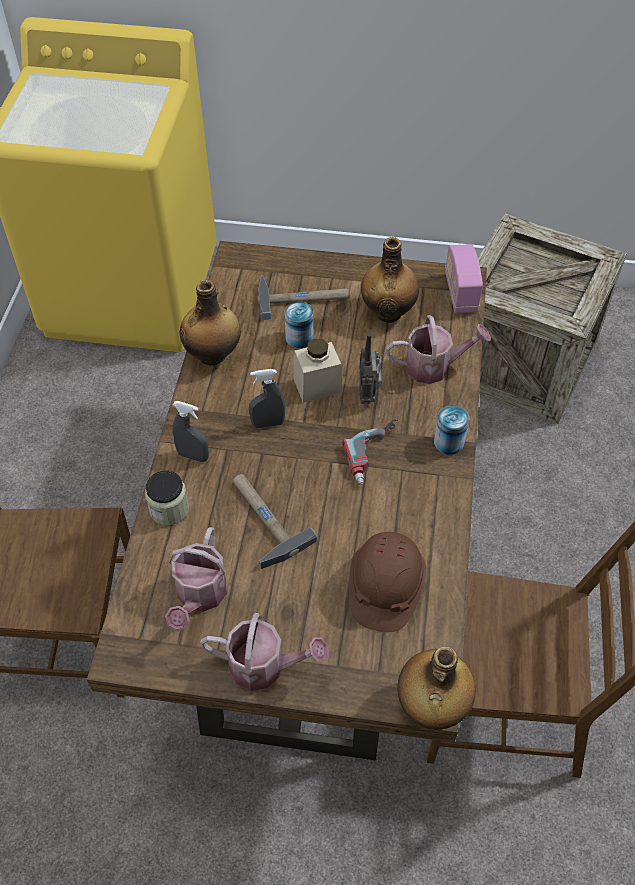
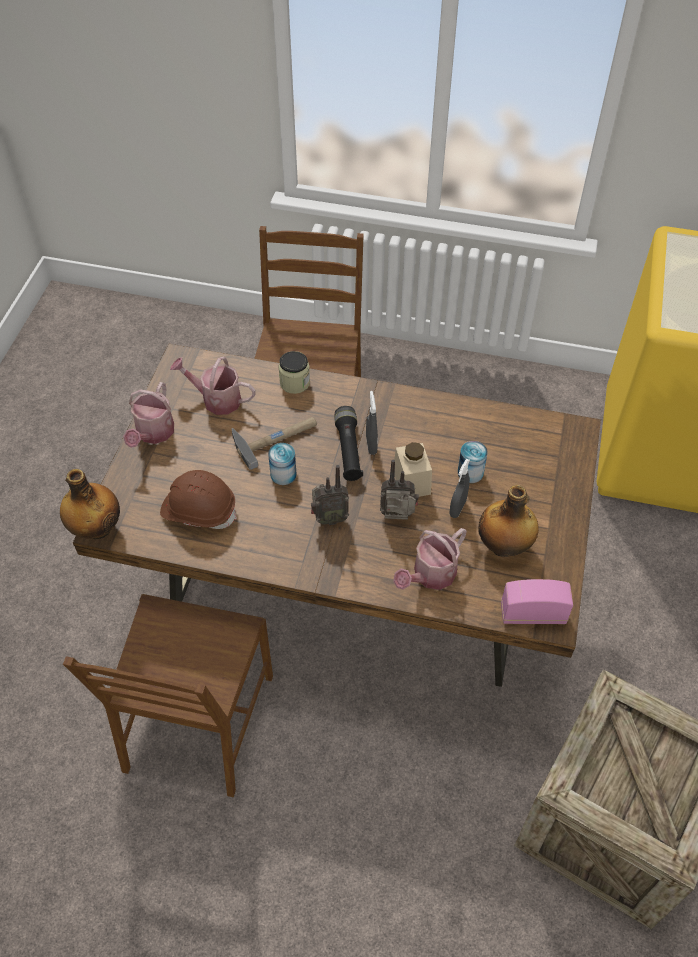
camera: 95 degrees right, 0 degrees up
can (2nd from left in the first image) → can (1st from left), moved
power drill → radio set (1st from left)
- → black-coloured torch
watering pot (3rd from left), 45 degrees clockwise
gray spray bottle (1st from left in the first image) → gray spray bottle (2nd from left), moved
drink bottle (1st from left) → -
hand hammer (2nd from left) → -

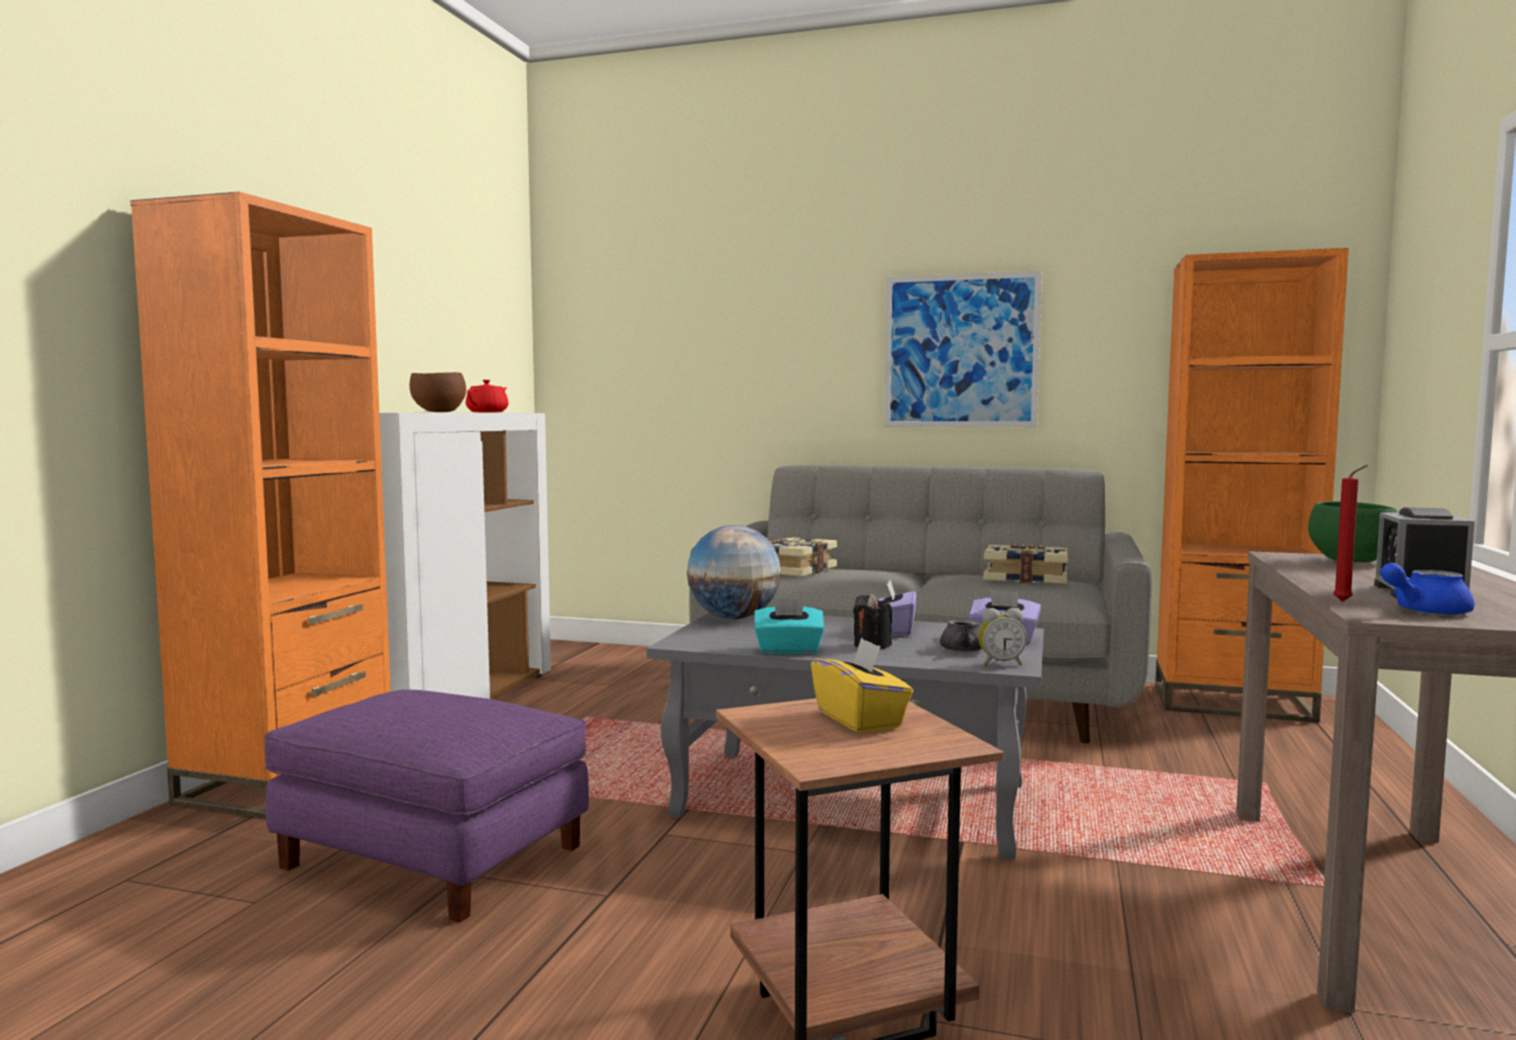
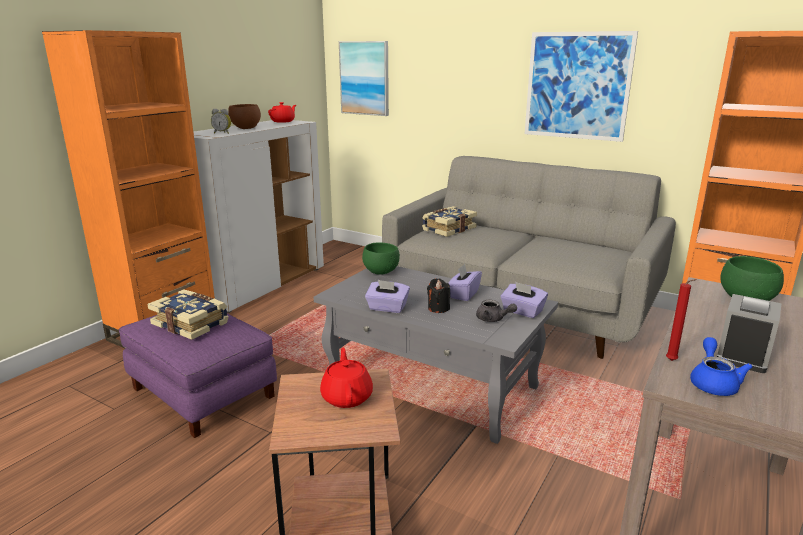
camera: 15 degrees right, 15 degrees up
bound book (2nd from left in the first image) → bound book (1st from left), moved
alarm clock (1st from left), moved
yellowish box of tissues → reddish tea pot (2nd from left)
- → wall art (1st from left)
world globe → greenish bowl (1st from left)
turquoise box of tissues → purple-coloured box of tissues (1st from left)
bluish tea pot, 105 degrees clockwise

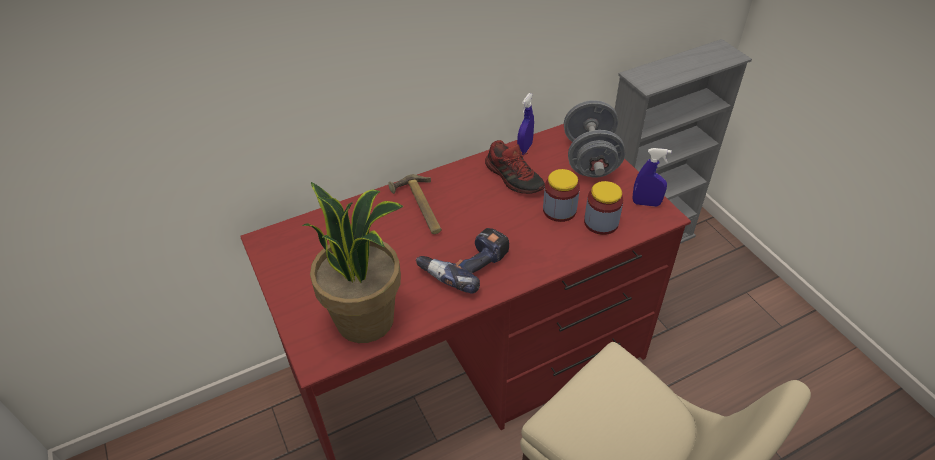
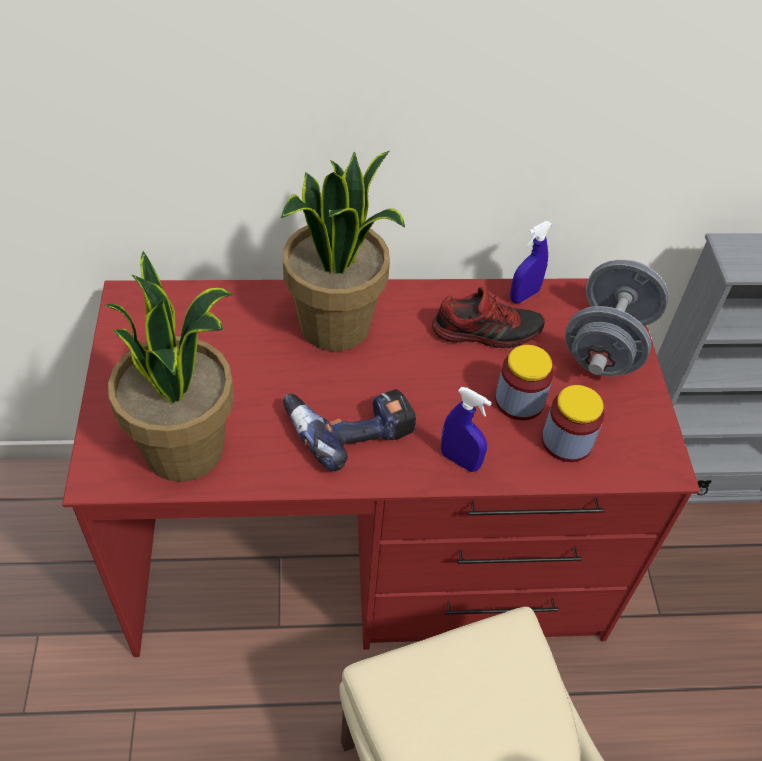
camera: 20 degrees right, 5 degrees up
hand hammer → houseplant (2nd from left)
low shoe, 75 degrees counterclockwise
bluish spray bottle (2nd from left in the first image) → bluish spray bottle (1st from left), moved

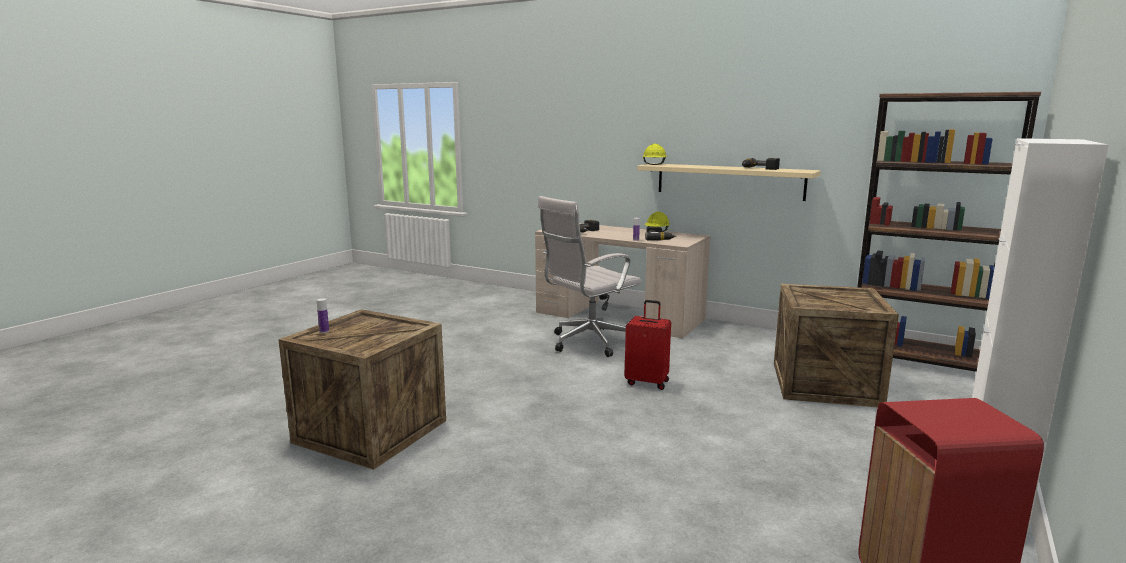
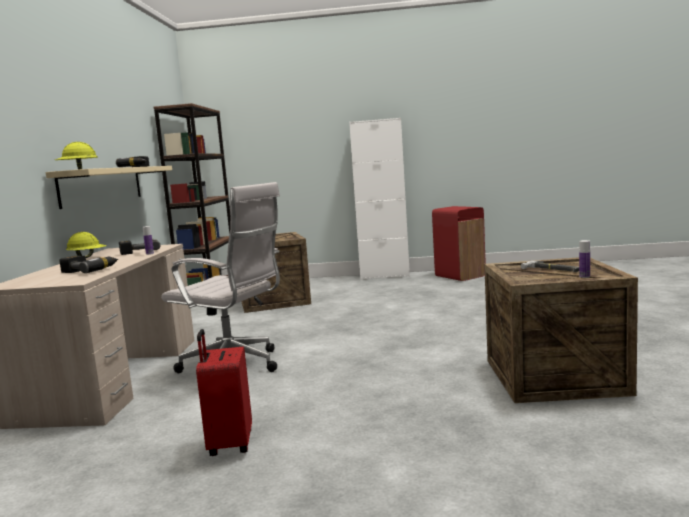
camera: 115 degrees left, 5 degrees down
reddish piece of luggage, moved
- → hand hammer

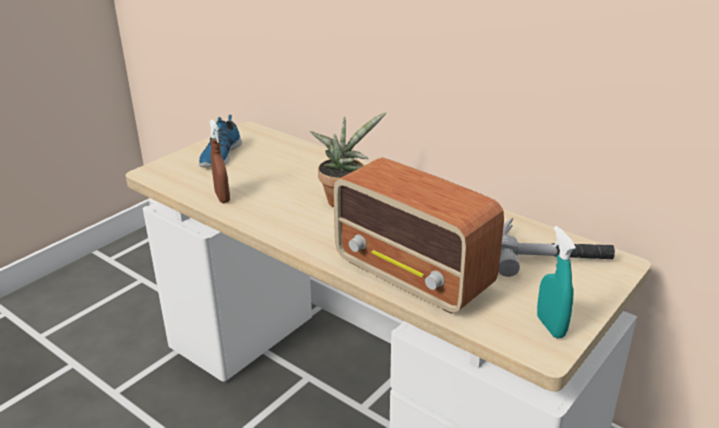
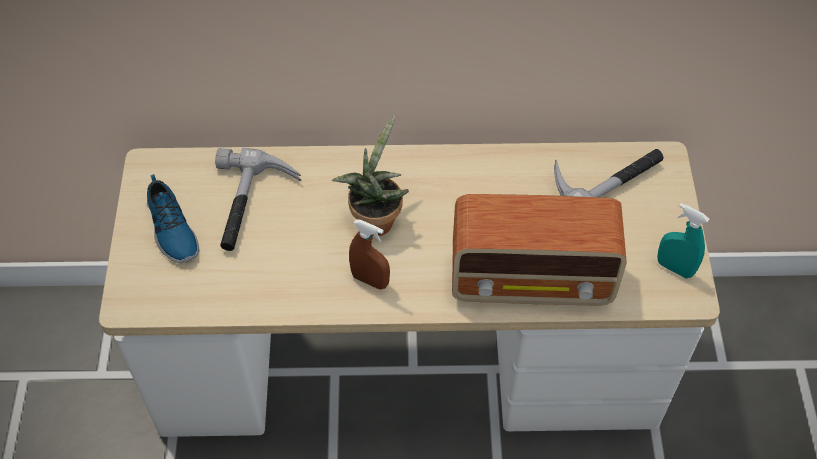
camera: 40 degrees left, 25 degrees up
- → hand hammer (1st from left)
brownish spray bottle, moved

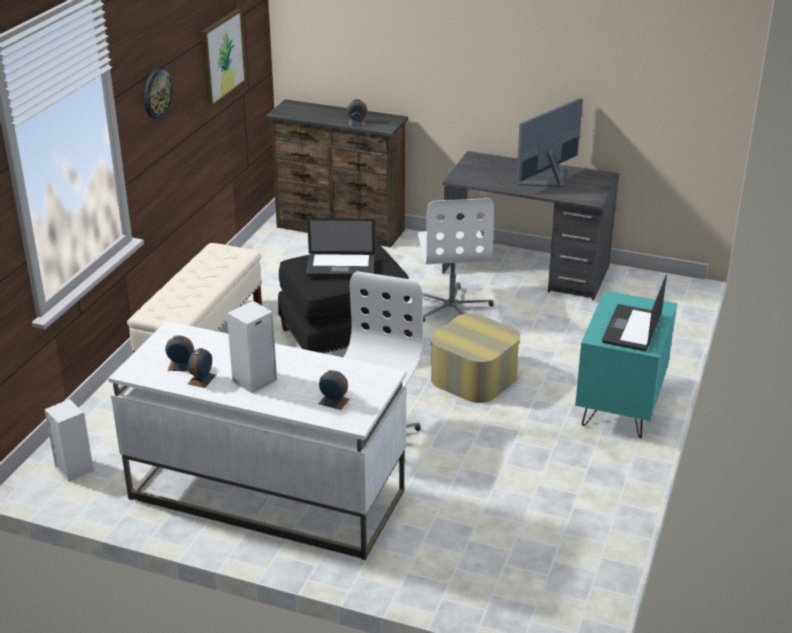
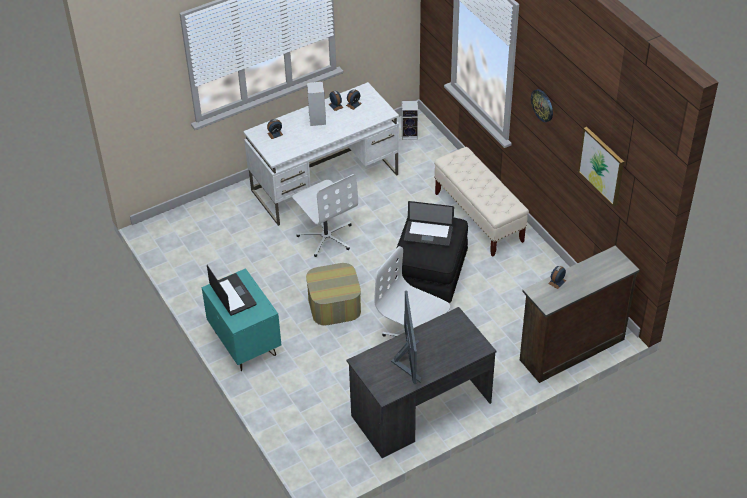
camera: 130 degrees right, 15 degrees up
portable computer (1st from left in the first image) → portable computer (2nd from left), 120 degrees counterclockwise

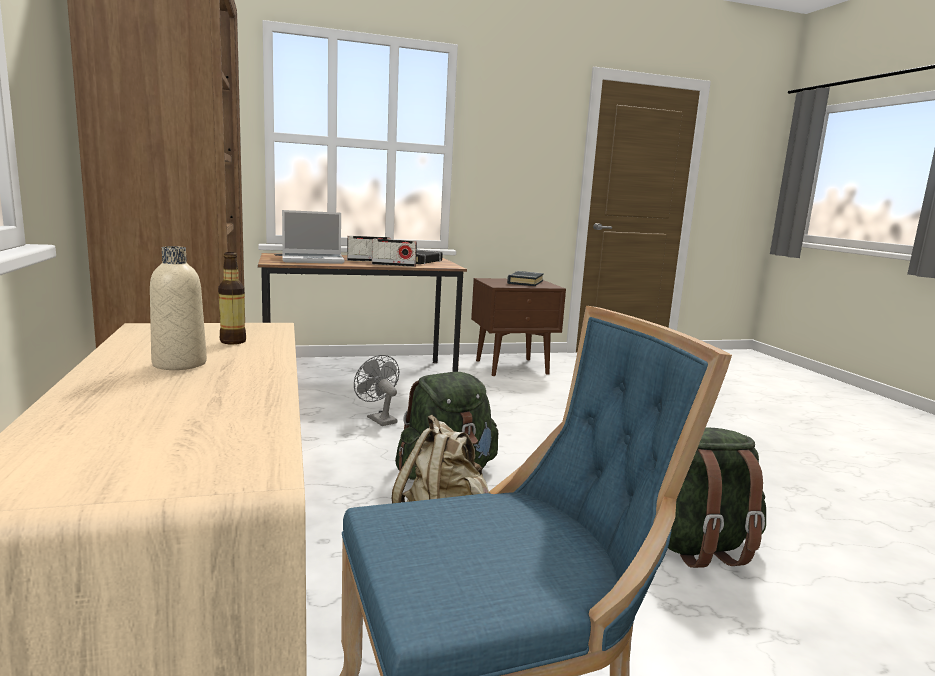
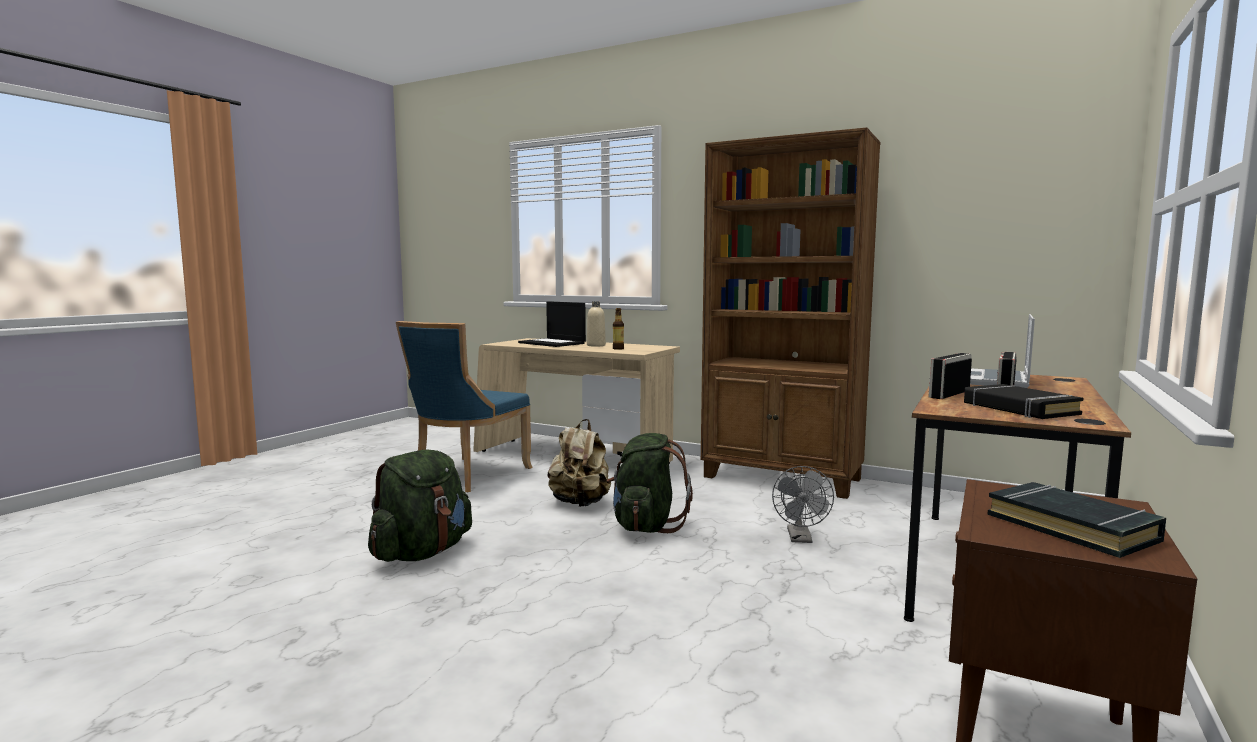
camera: 135 degrees right, 5 degrees down
- → portable computer (1st from left)
gray cooling fan, 90 degrees clockwise

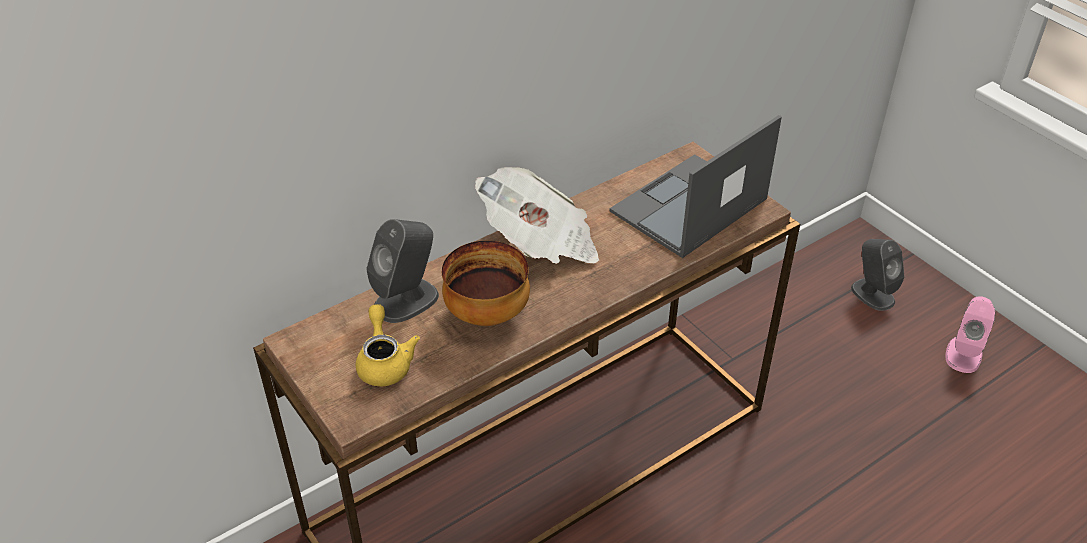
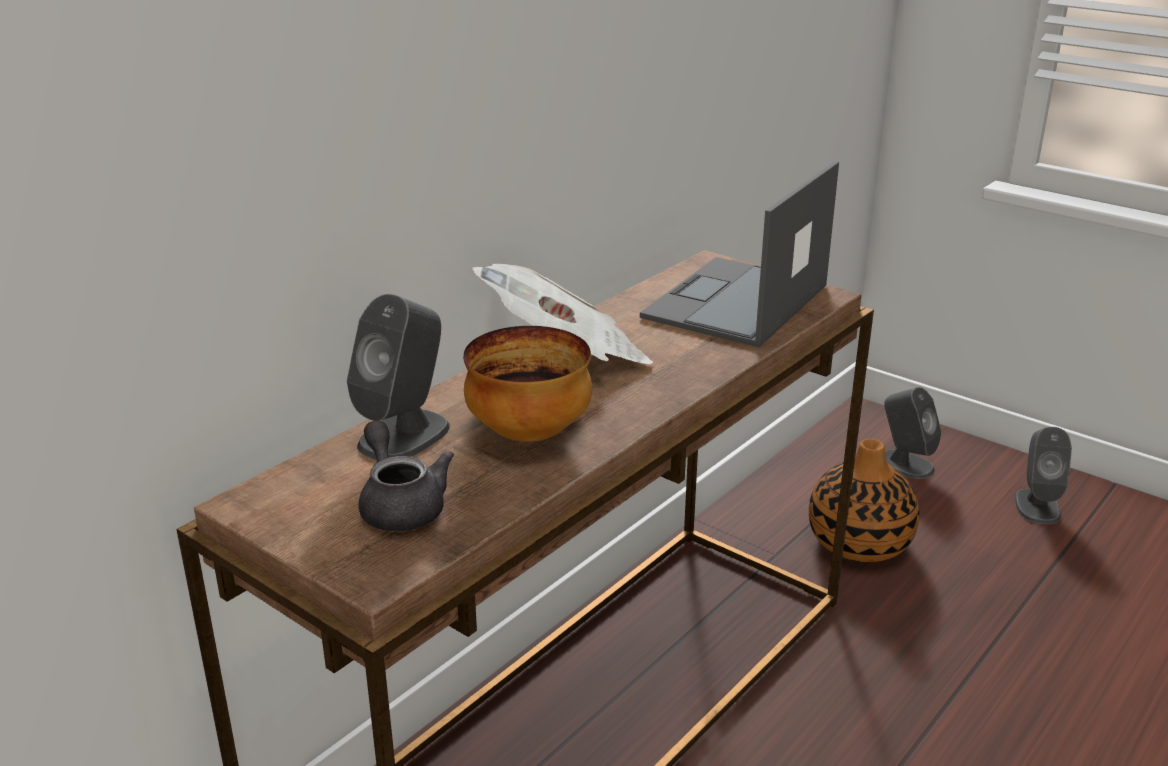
camera: 15 degrees left, 15 degrees down
yellowish tea pot → gray tea pot
- → flower vase
pinkish loudspeaker → gray loudspeaker (3rd from left)

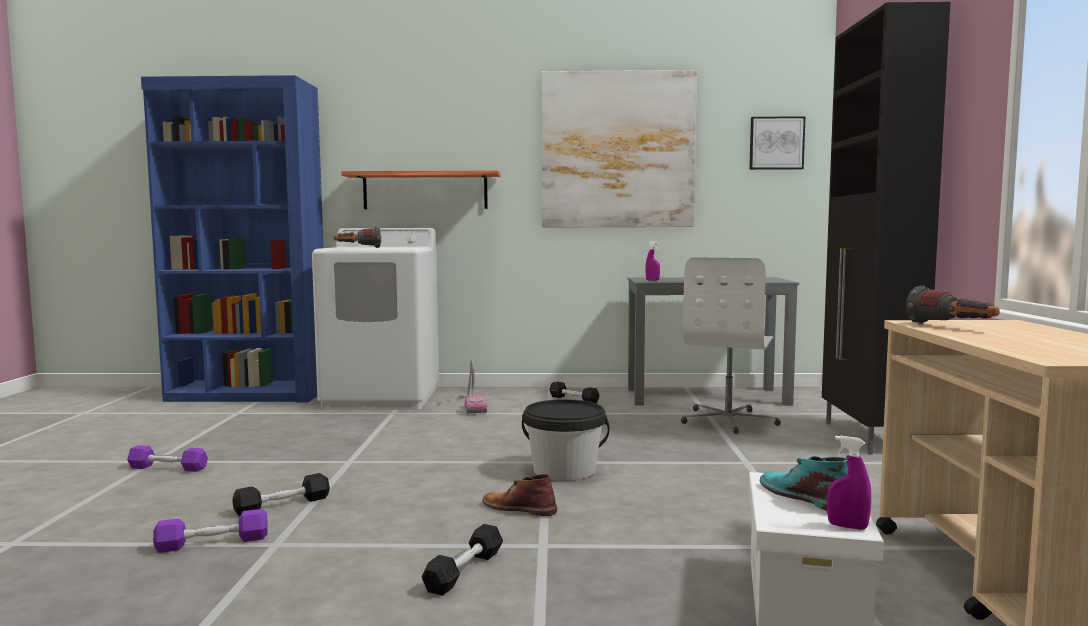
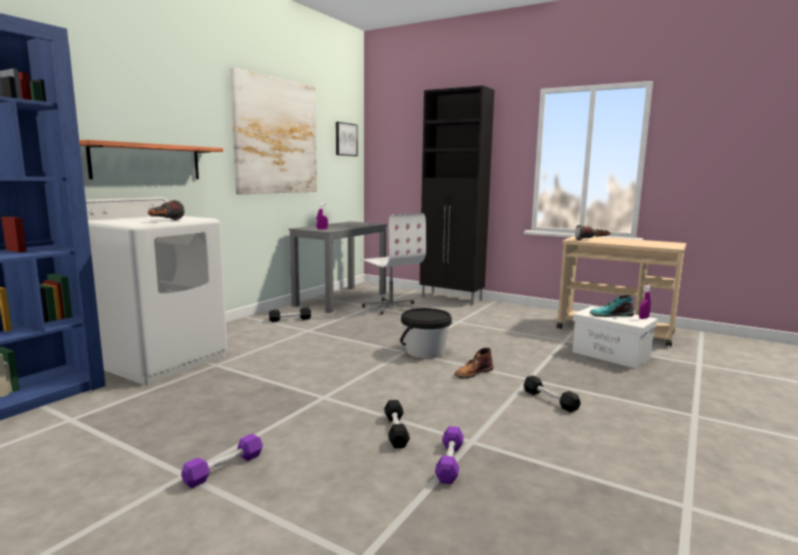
camera: 60 degrees left, 5 degrees up
vacuum → -

